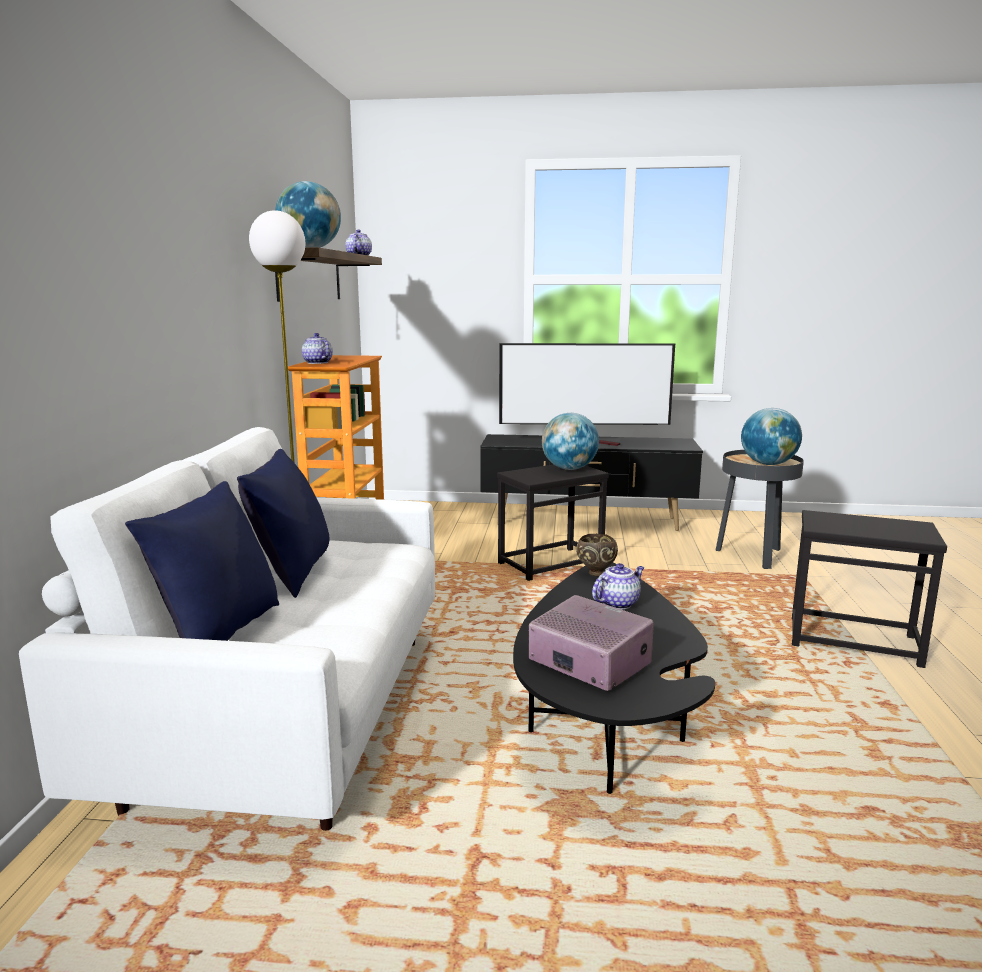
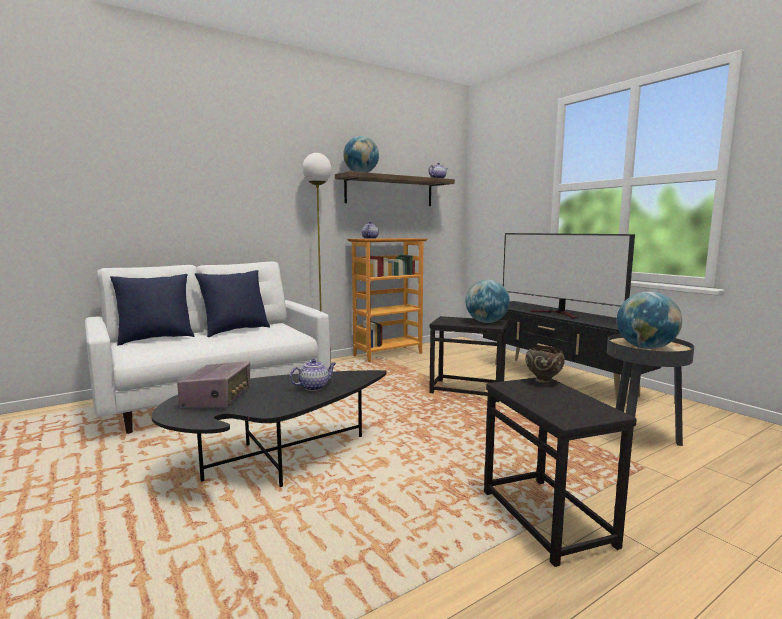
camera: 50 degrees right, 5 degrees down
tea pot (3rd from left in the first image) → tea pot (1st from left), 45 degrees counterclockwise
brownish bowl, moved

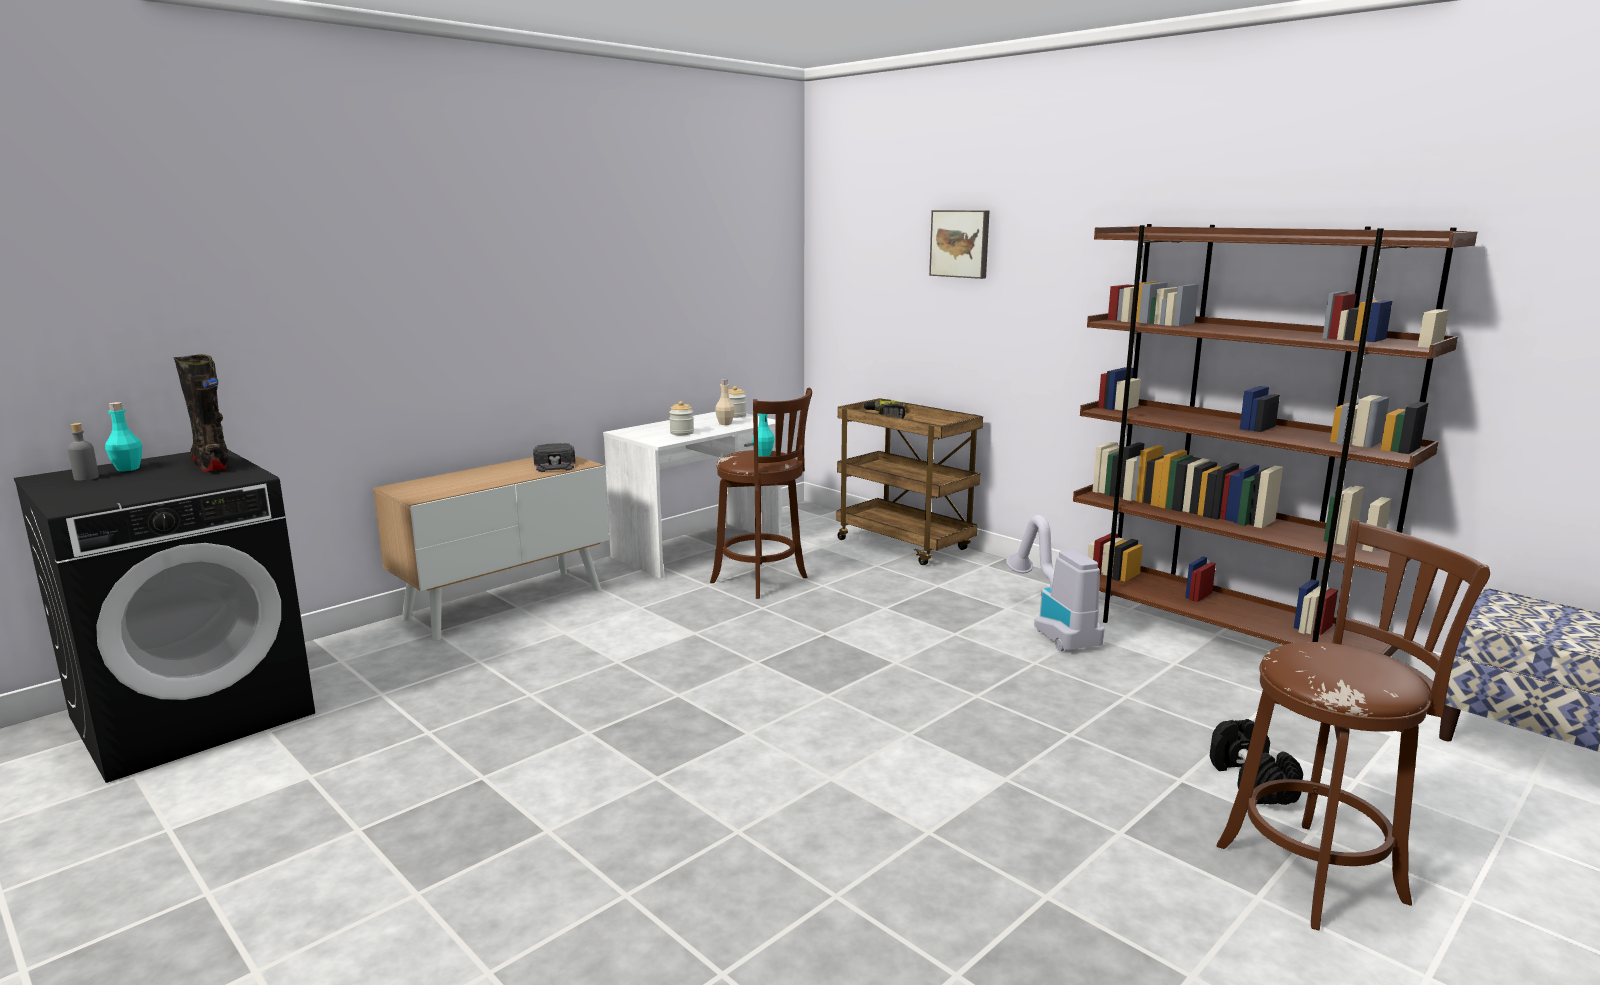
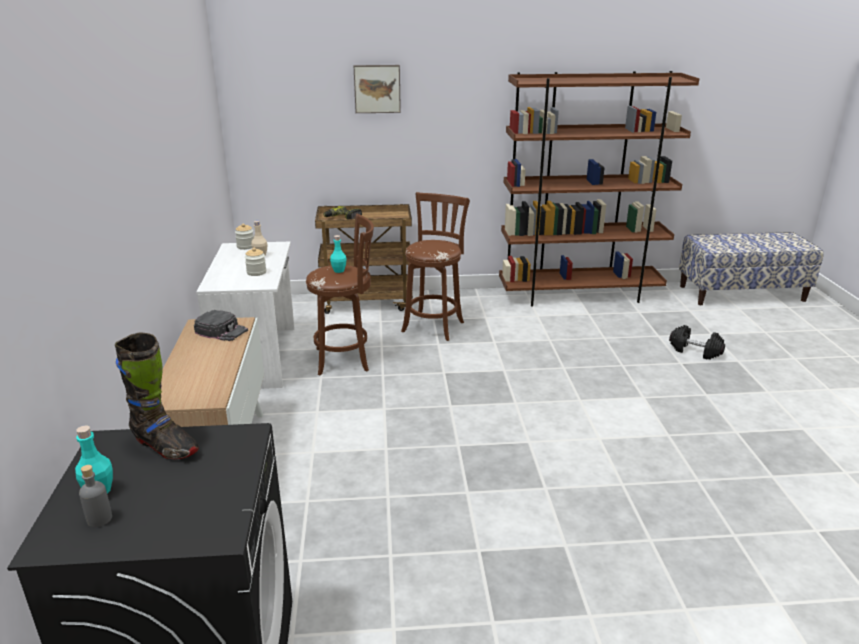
camera: 50 degrees left, 10 degrees up
black-coloured high-top boot, 150 degrees counterclockwise
brownish stool (2nd from left), moved
vacuum → -

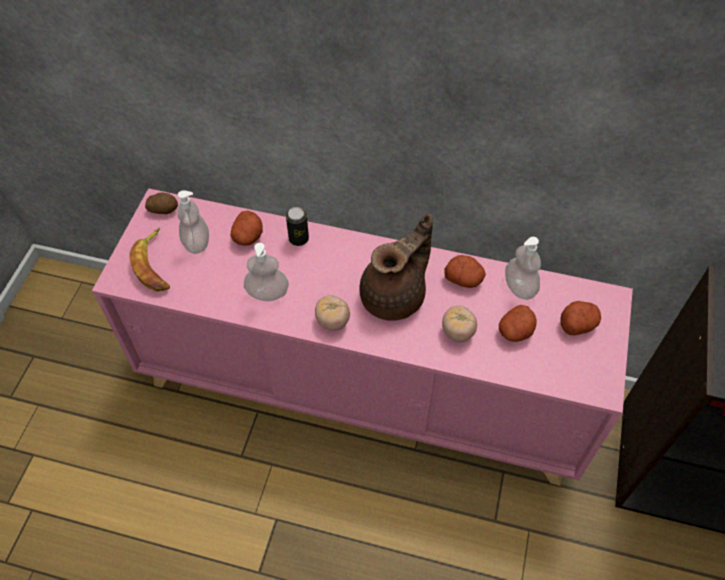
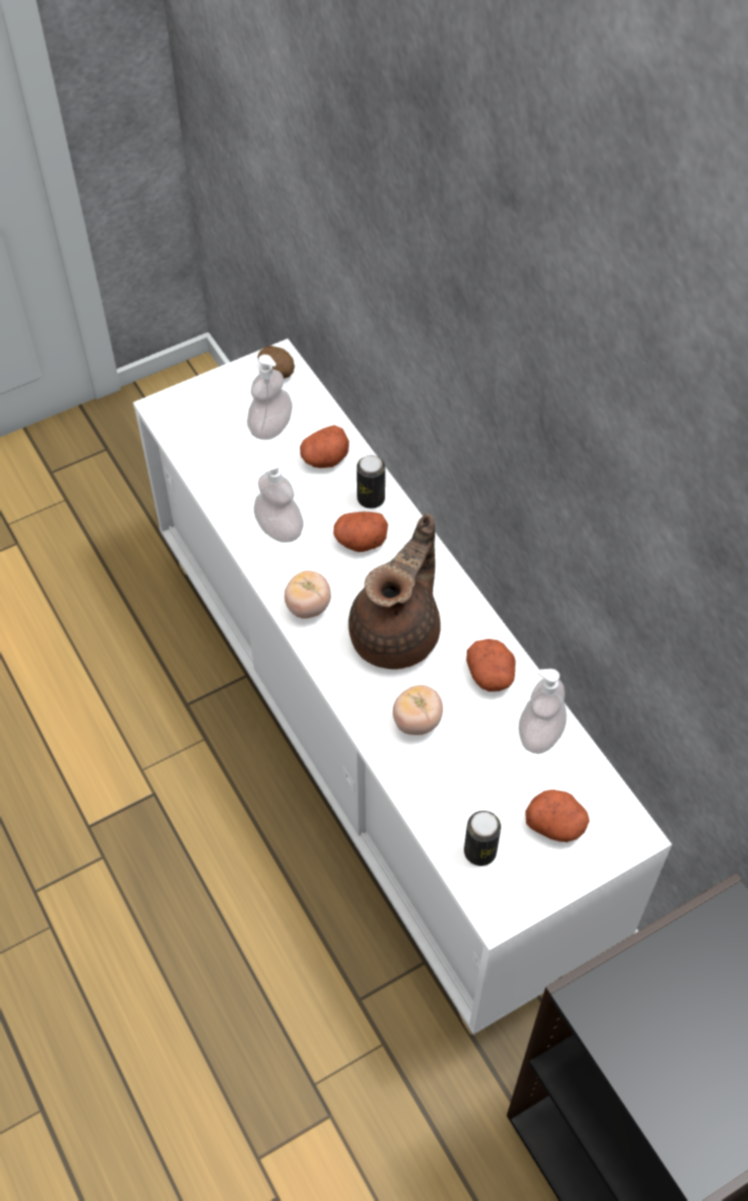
camera: 45 degrees right, 0 degrees up
pinkish cabinet → white-coloured cabinet
spud (4th from left in the first image) → spud (3rd from left), moved
brownish tea pot, 60 degrees counterclockwise
- → can (2nd from left)
banana → -

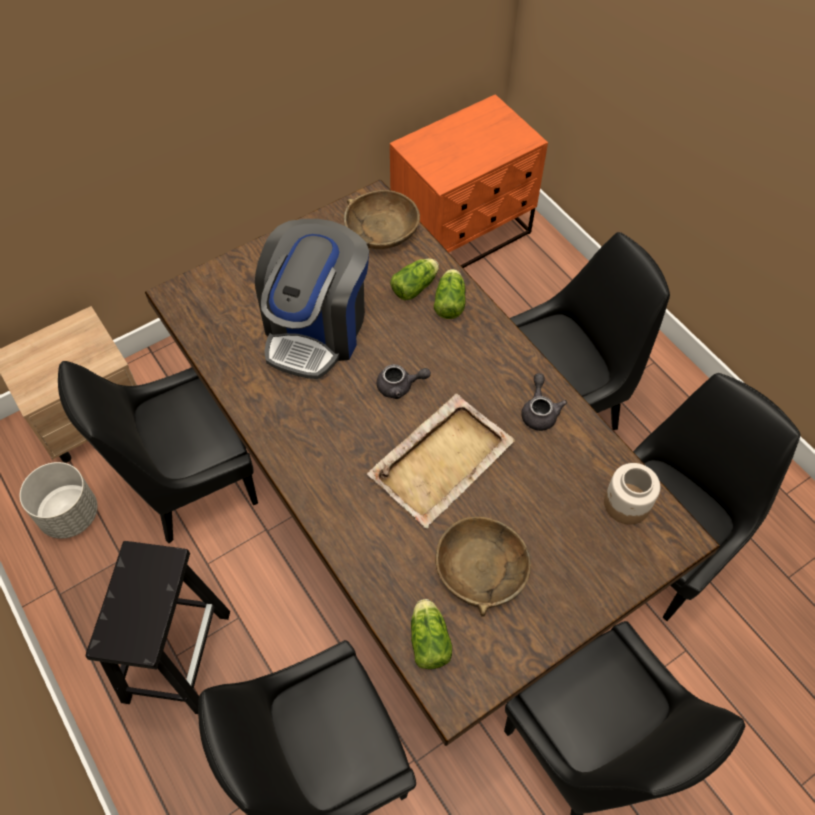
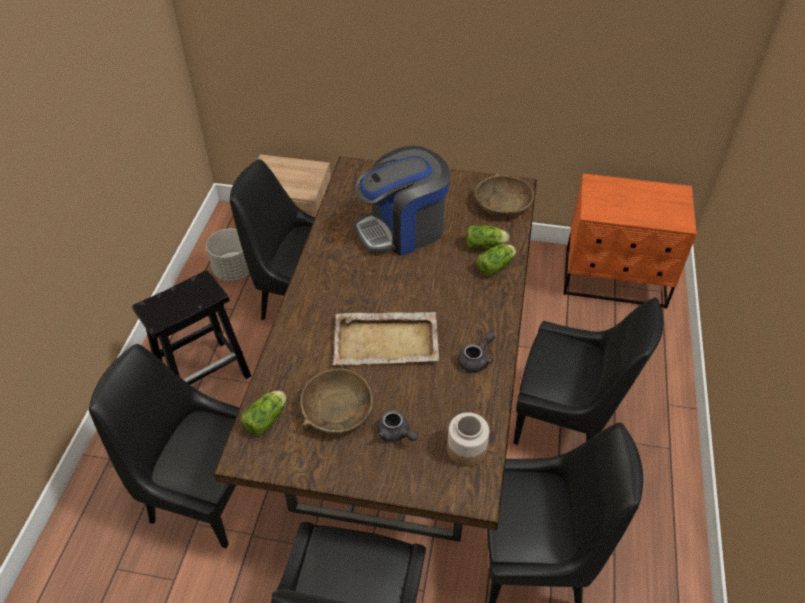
camera: 45 degrees right, 10 degrees down
gray tea pot (1st from left), moved

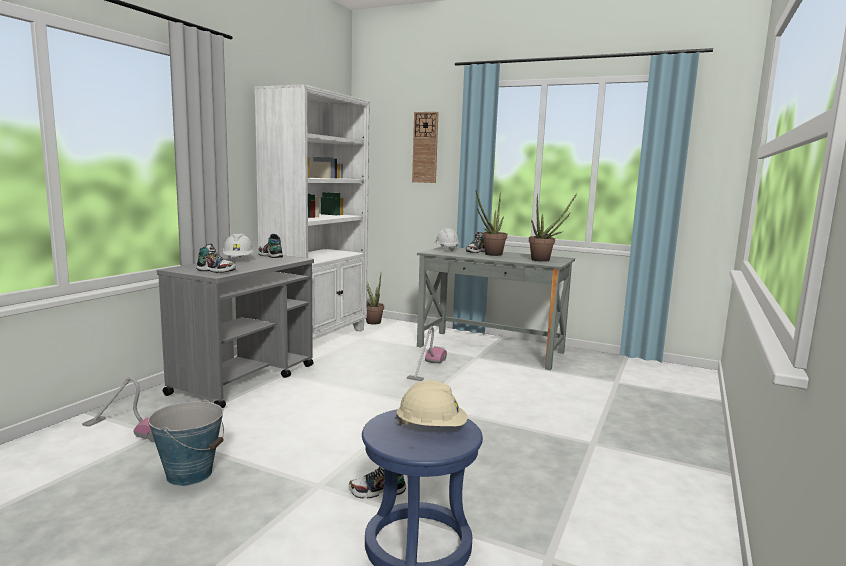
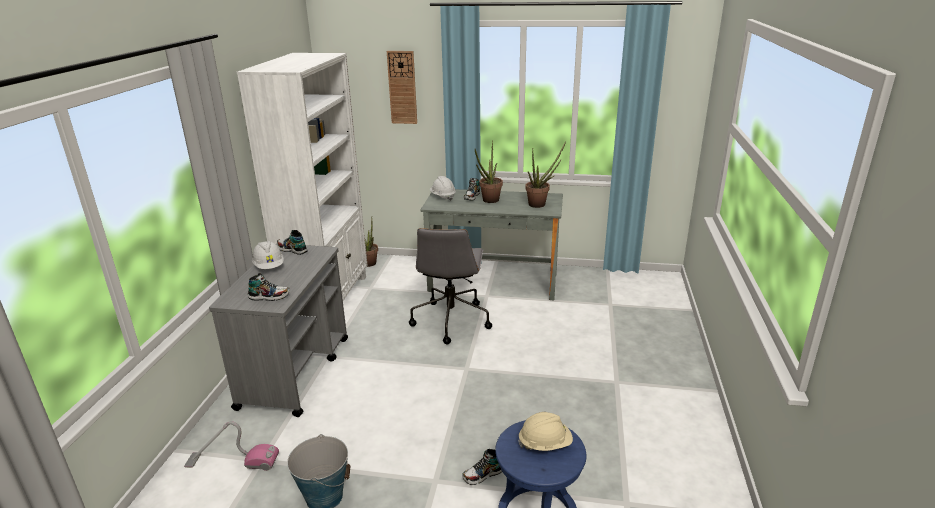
camera: 15 degrees left, 15 degrees up
vacuum (2nd from left) → gray desk chair

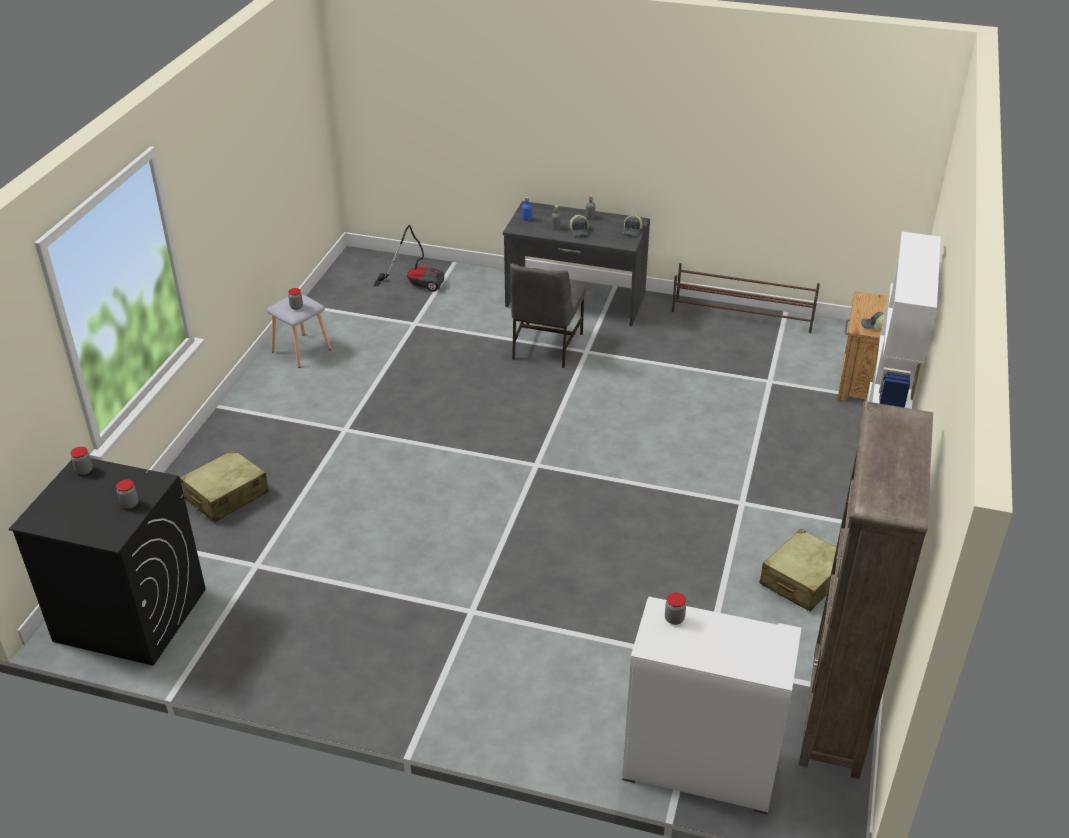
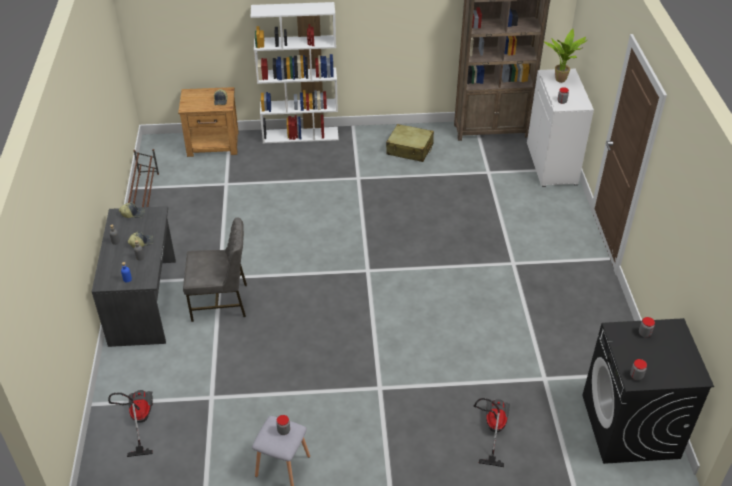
camera: 110 degrees left, 5 degrees up
sand-coloured piece of luggage (1st from left) → vacuum (2nd from left)
- → houseplant

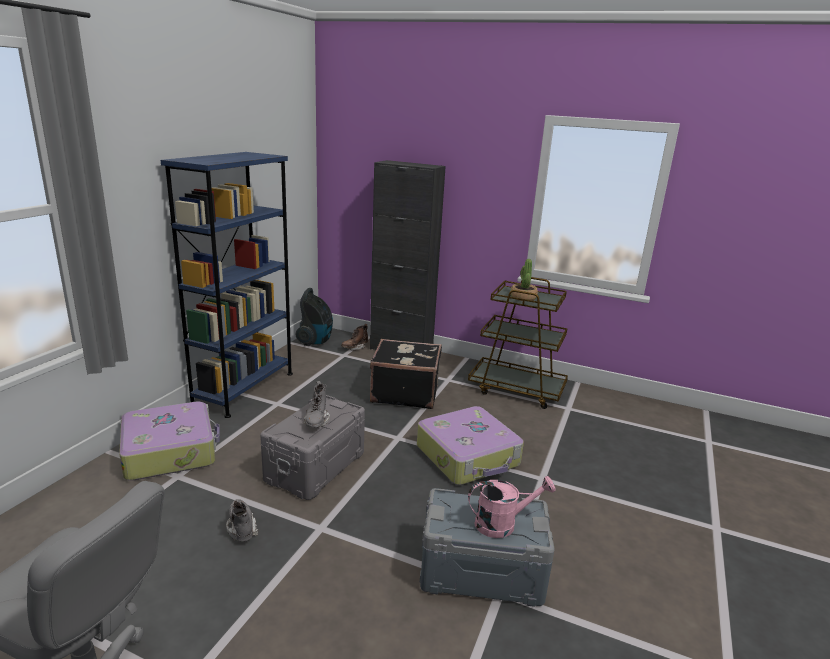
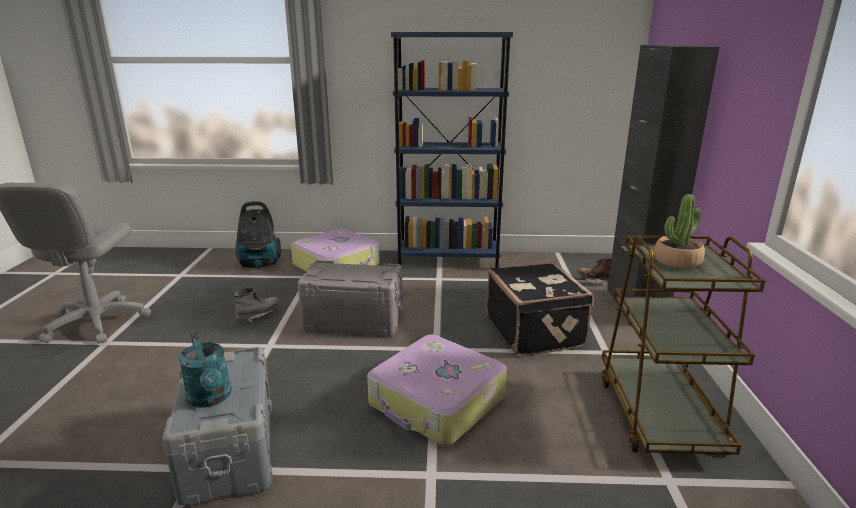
camera: 70 degrees right, 0 degrees up
pinkish watering pot → turquoise watering pot
vacuum, moved
gray high-top boot (2nd from left) → -

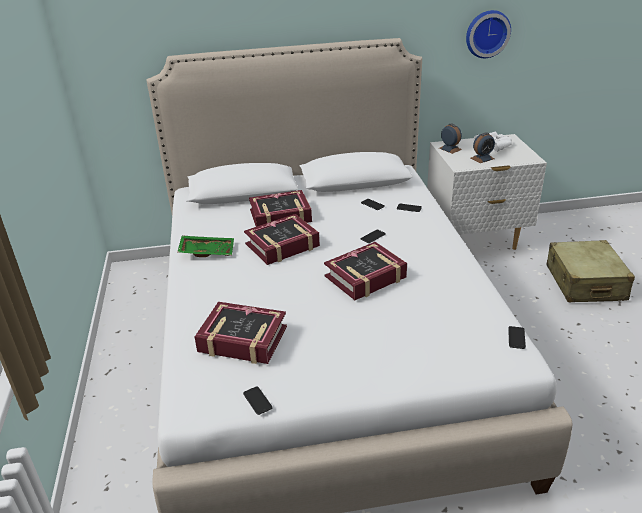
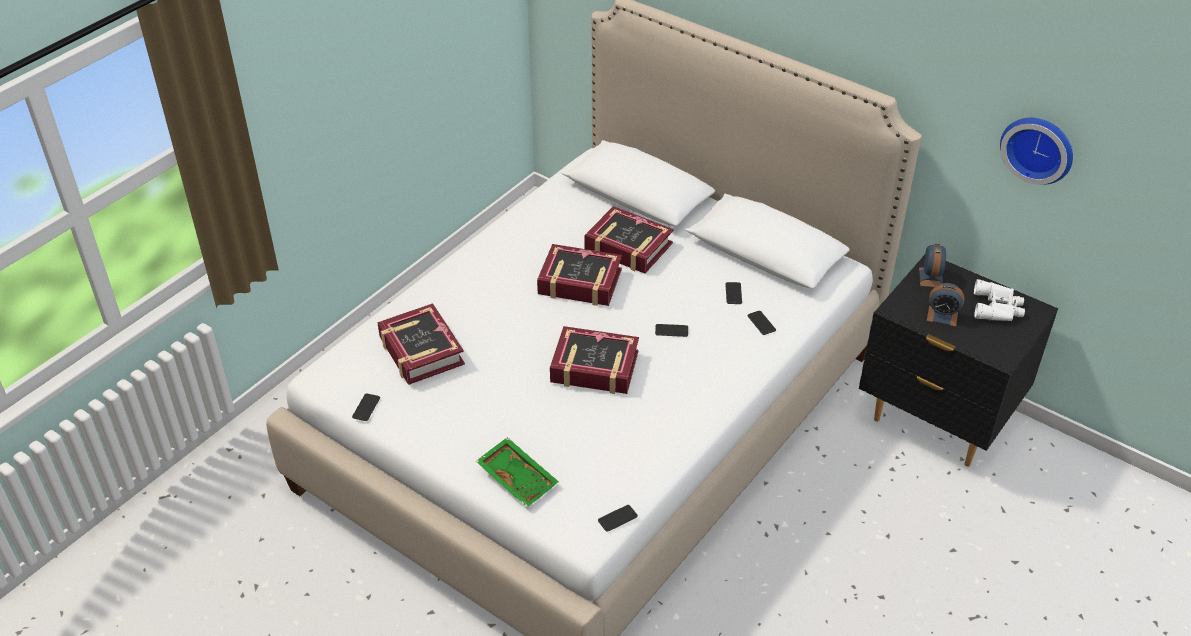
camera: 45 degrees right, 10 degrees up
greenish tray, moved
white-coloured bedside table → black-coloured bedside table
sand-coloured piece of luggage → -

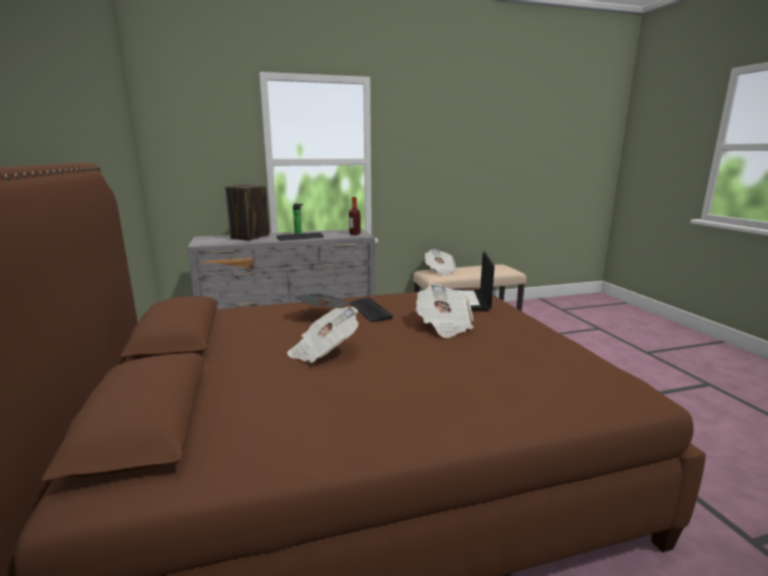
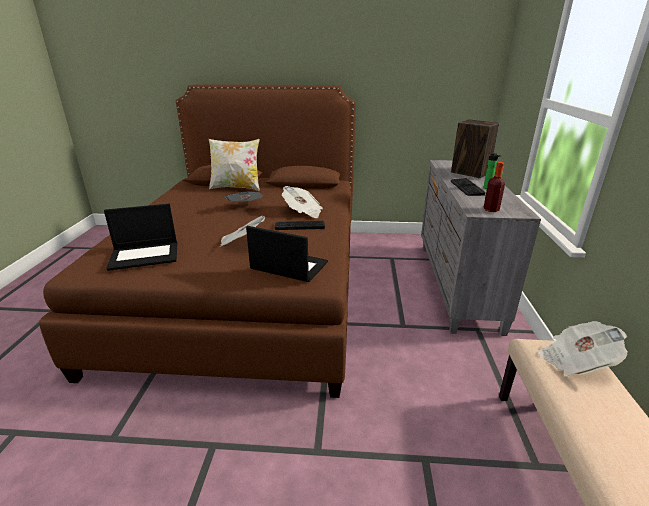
camera: 110 degrees right, 10 degrees up
- → portable computer (1st from left)
- → pillow

